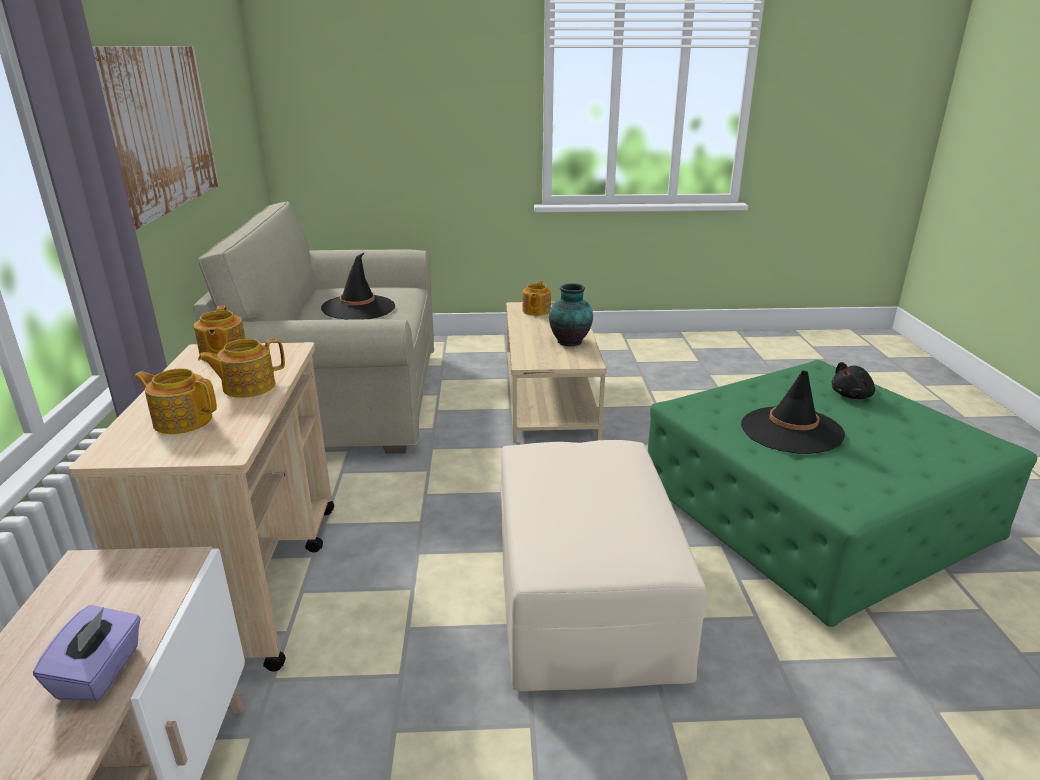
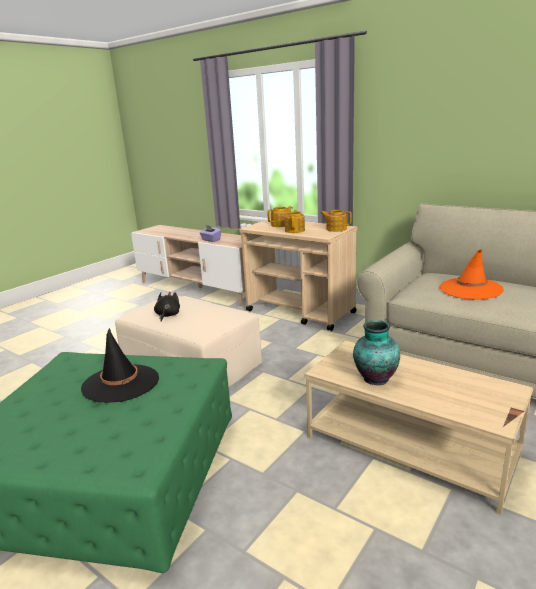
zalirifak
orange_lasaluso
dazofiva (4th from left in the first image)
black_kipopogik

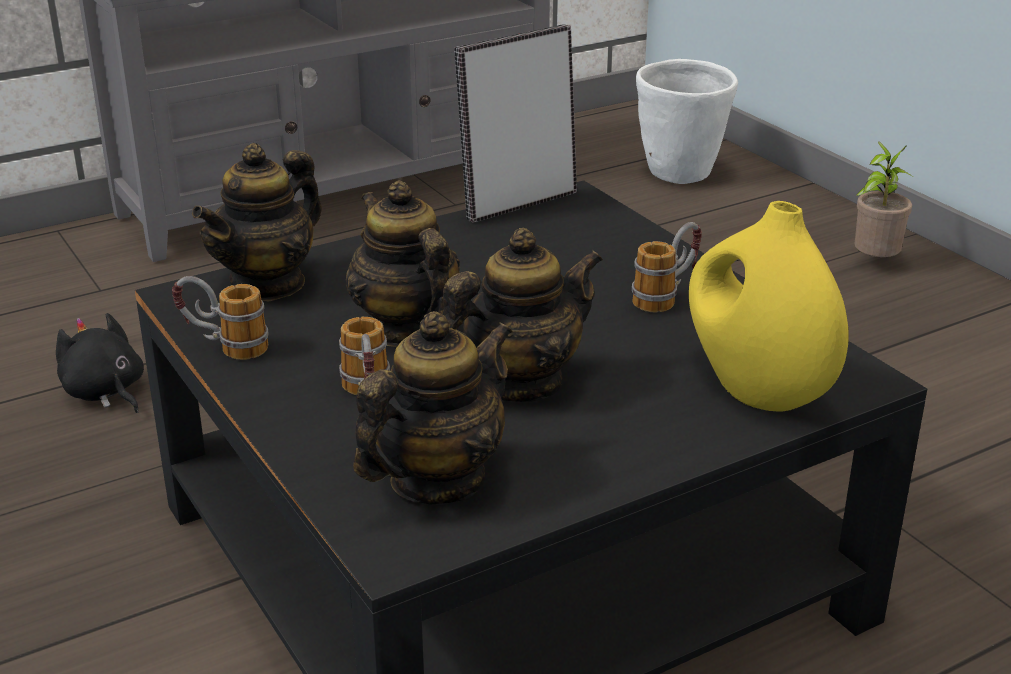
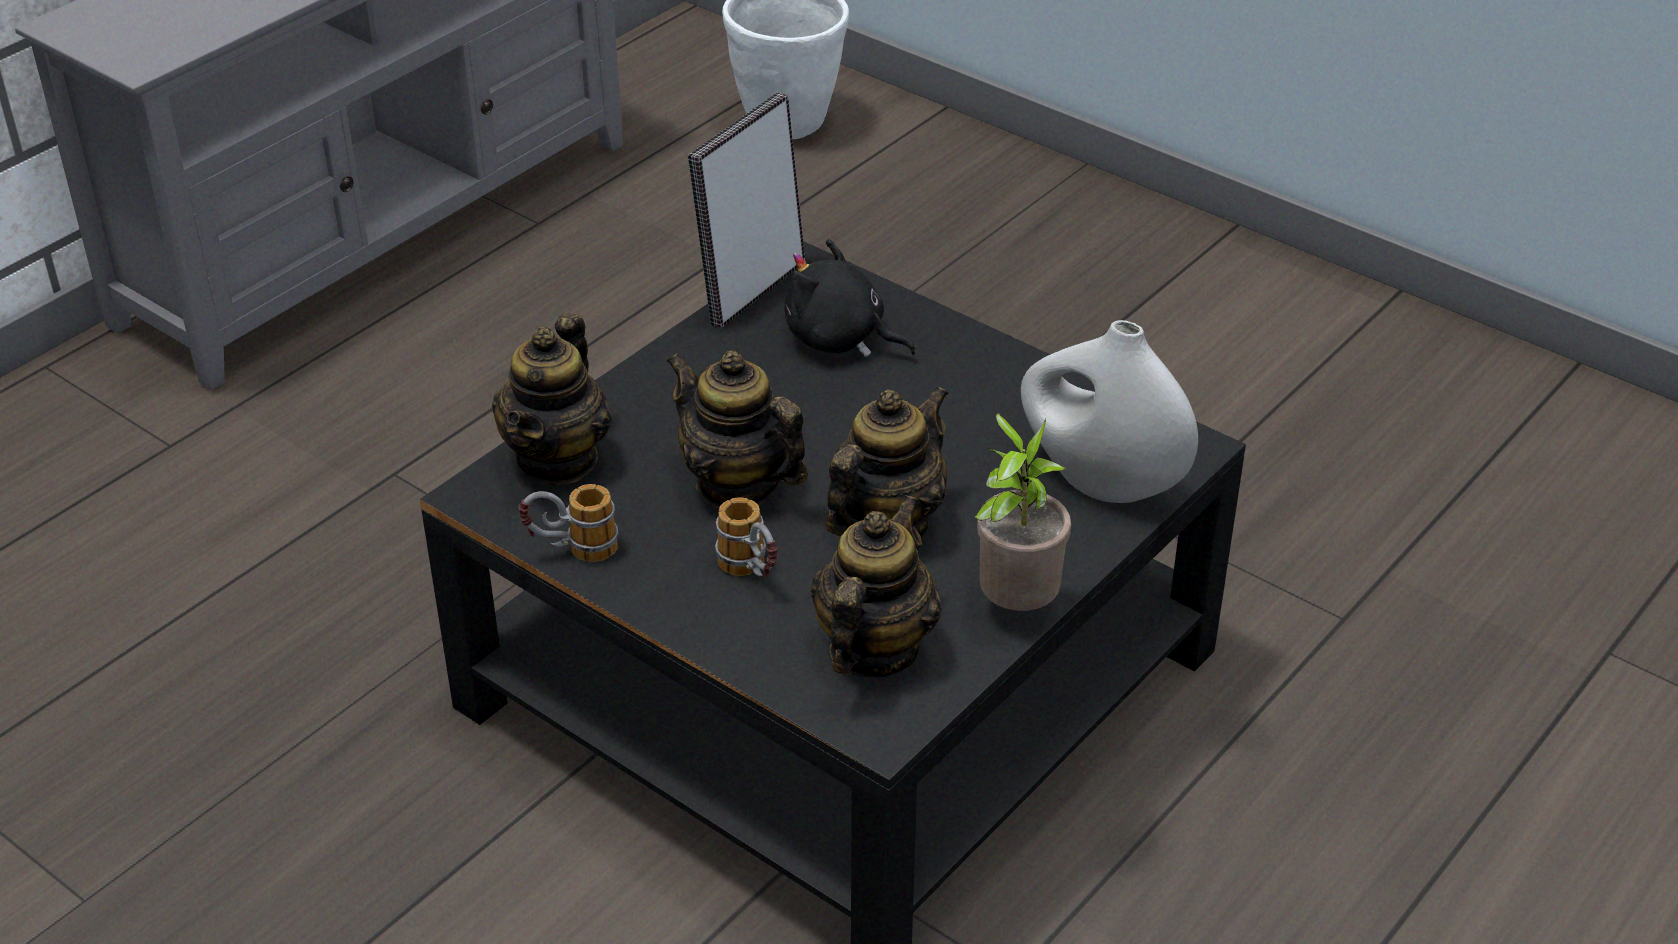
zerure
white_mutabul
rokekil (3rd from left in the first image)
black_kipopogik

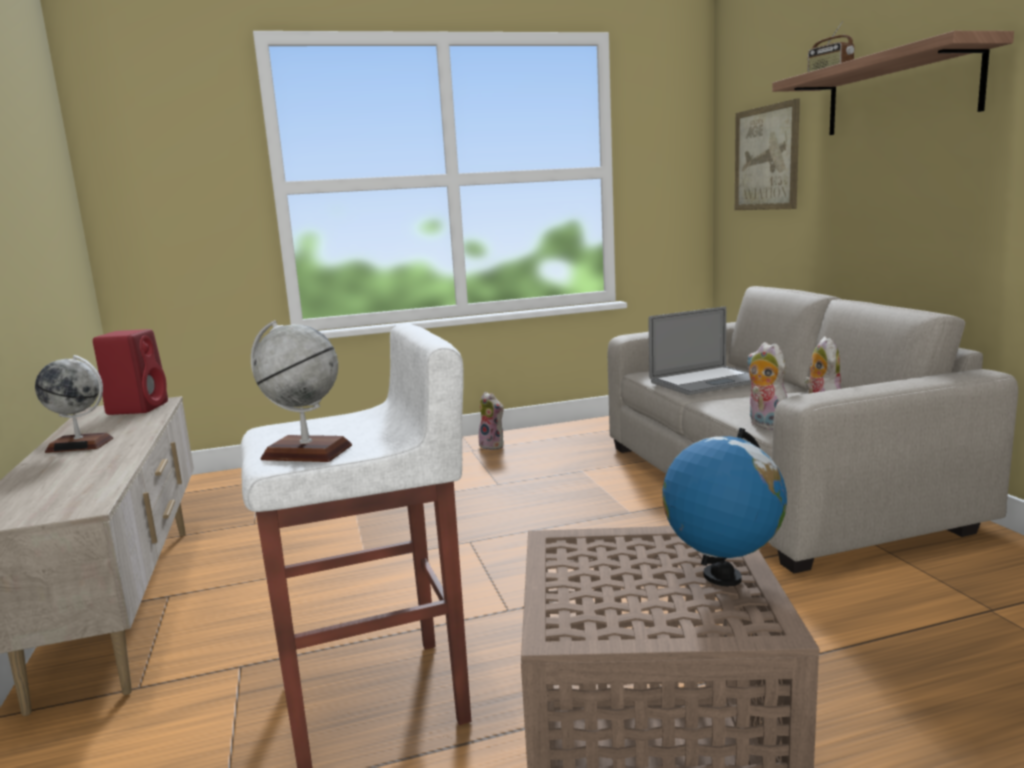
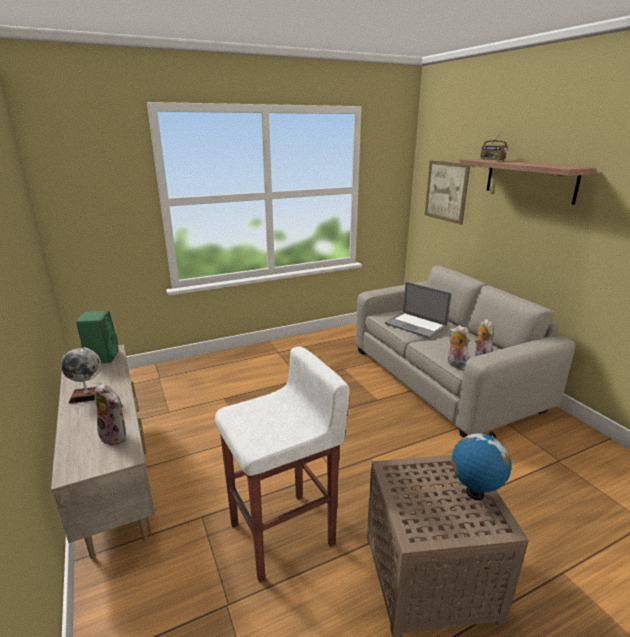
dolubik
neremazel (2nd from left in the first image)
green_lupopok
kipopogik (1st from left)

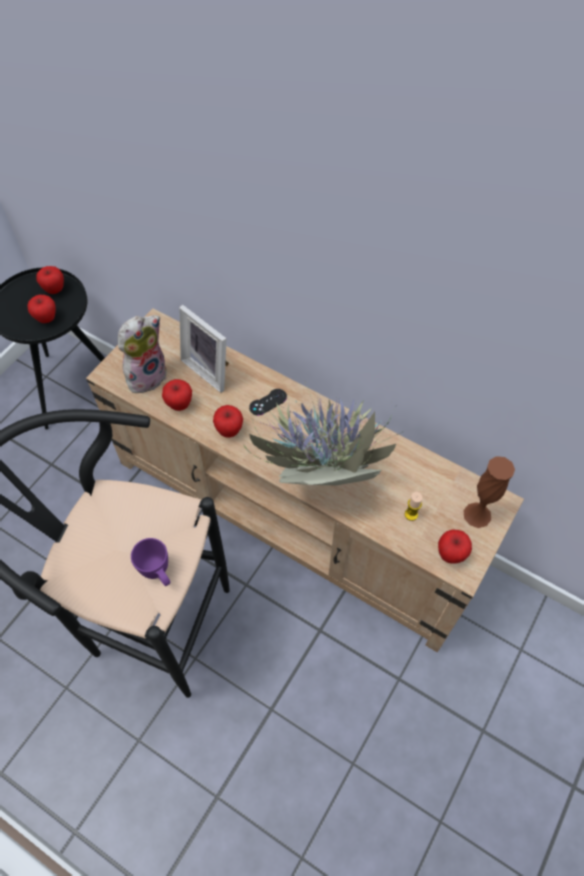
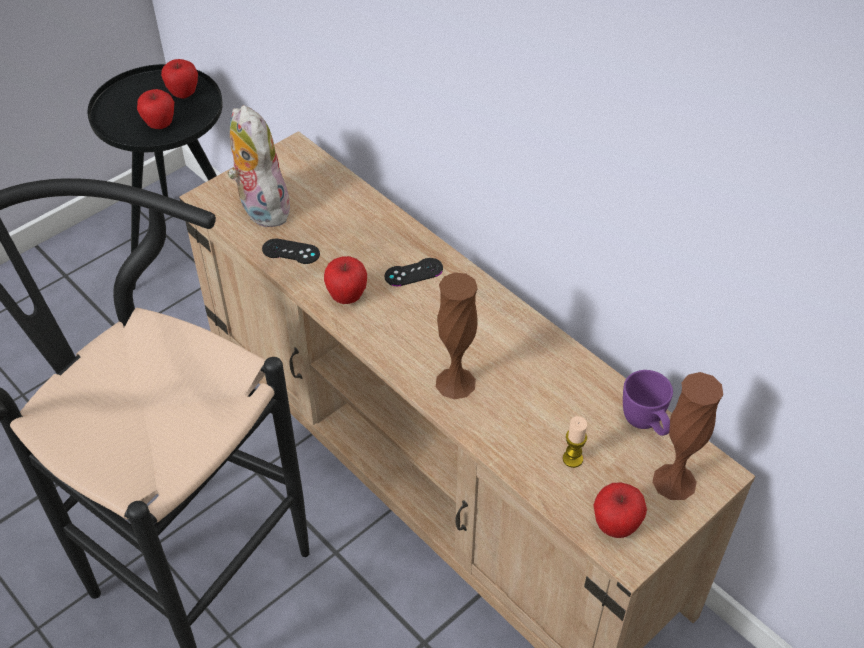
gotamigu
kipopogik
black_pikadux (1st from left)
brown_mutabul (1st from left)
purple_rokekil

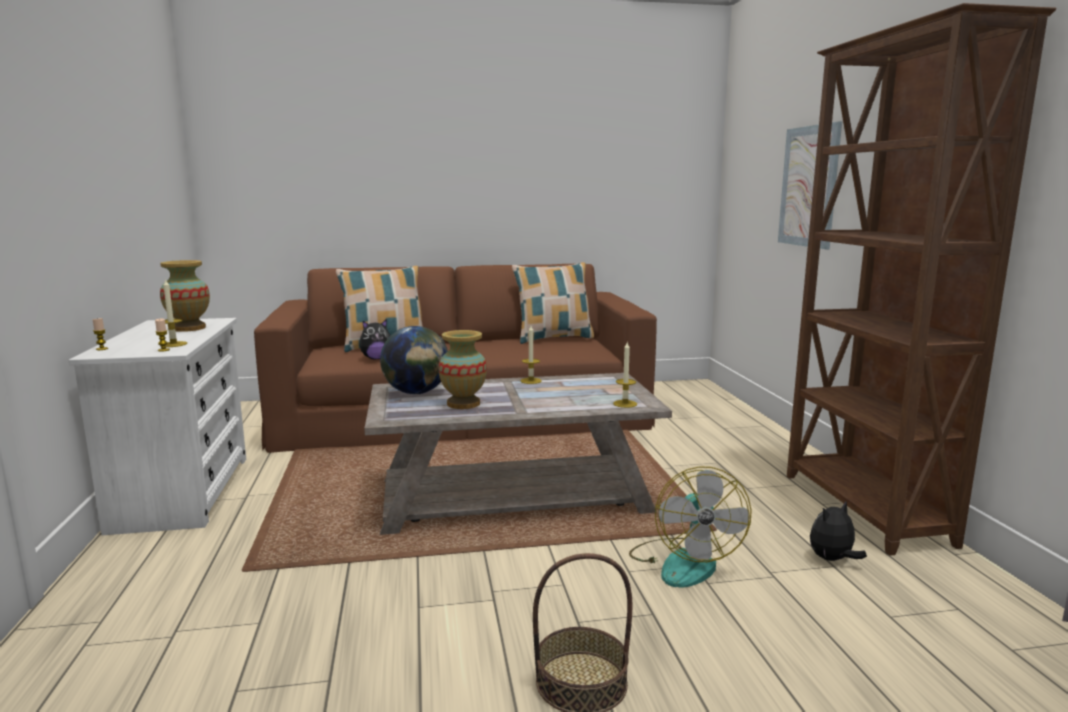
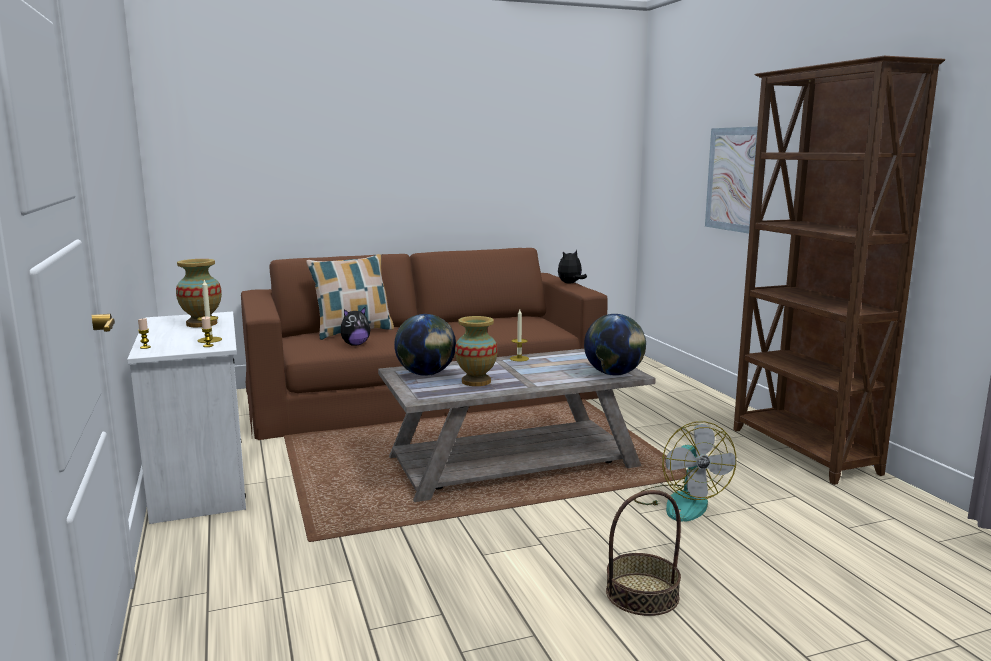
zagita (2nd from left in the first image)
neremazel (2nd from left)
kipopogik (2nd from left)

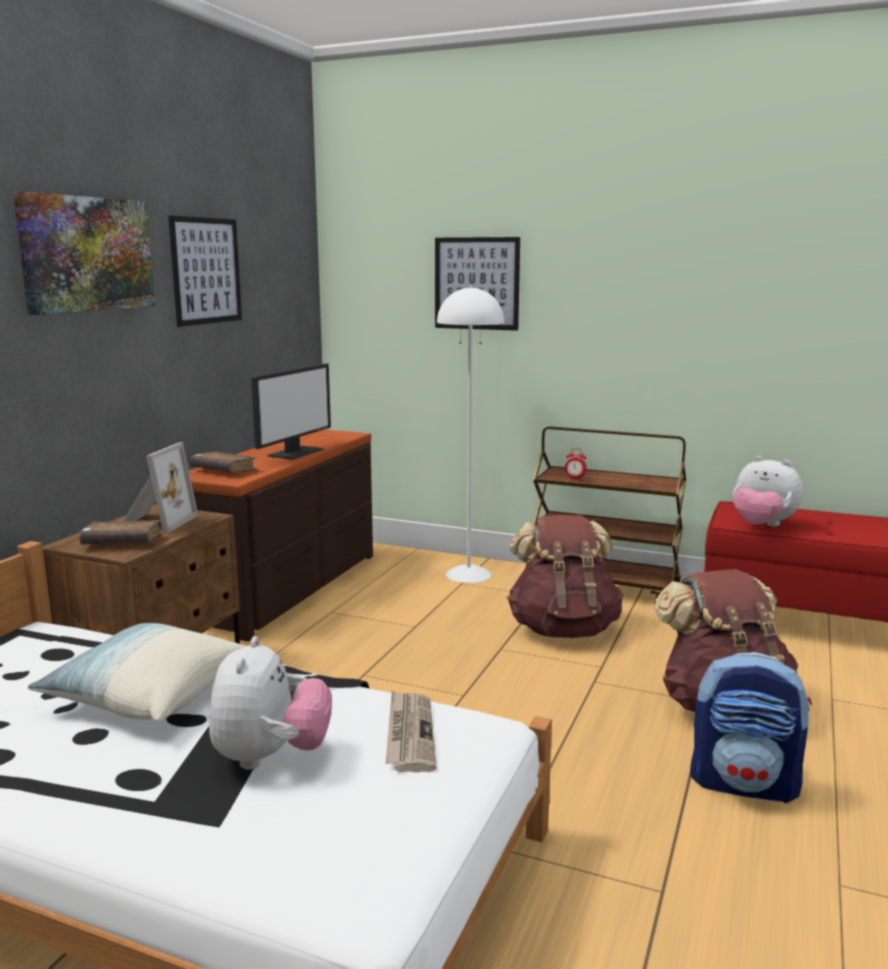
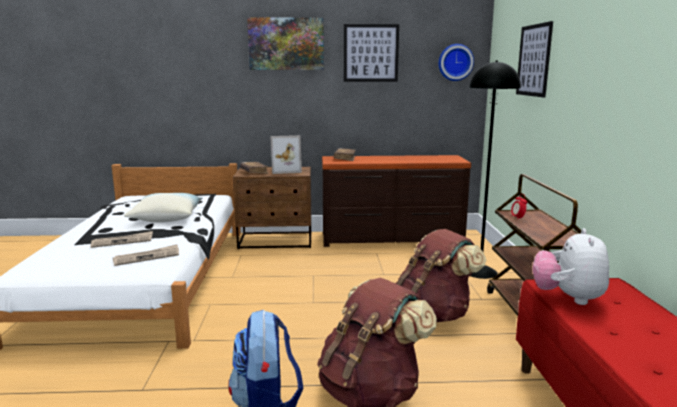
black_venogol
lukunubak
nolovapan (1st from left)
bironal

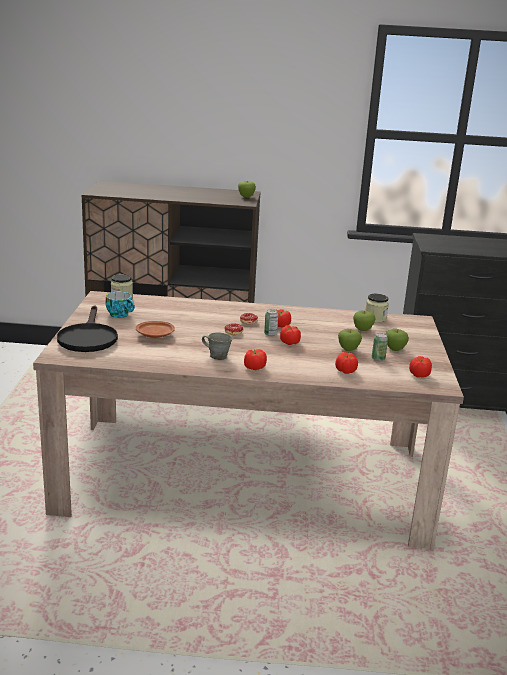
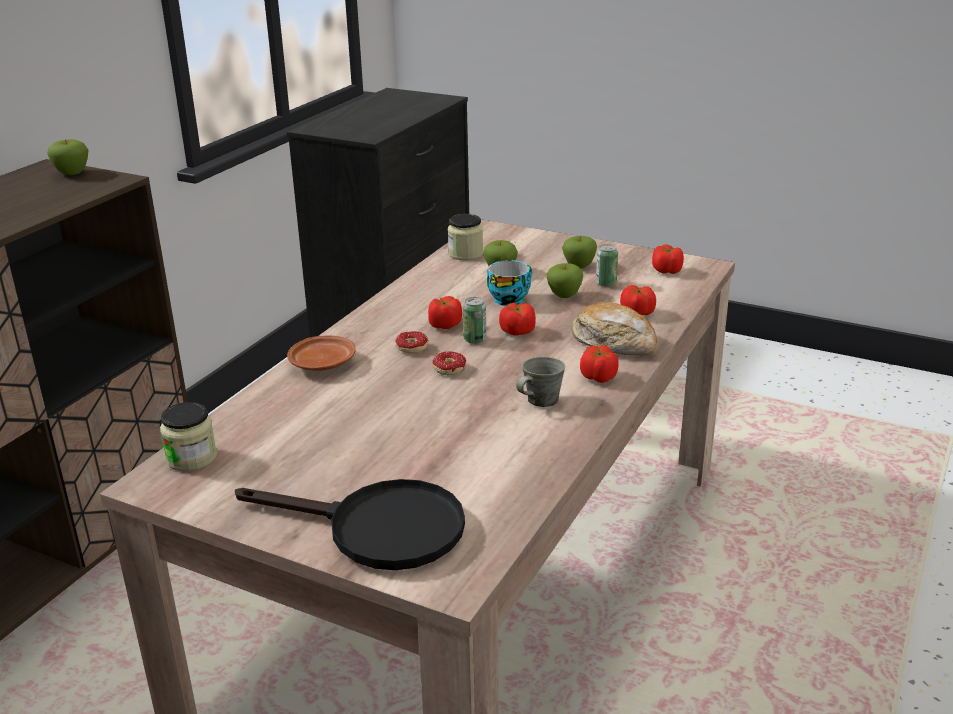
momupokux
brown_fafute
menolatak

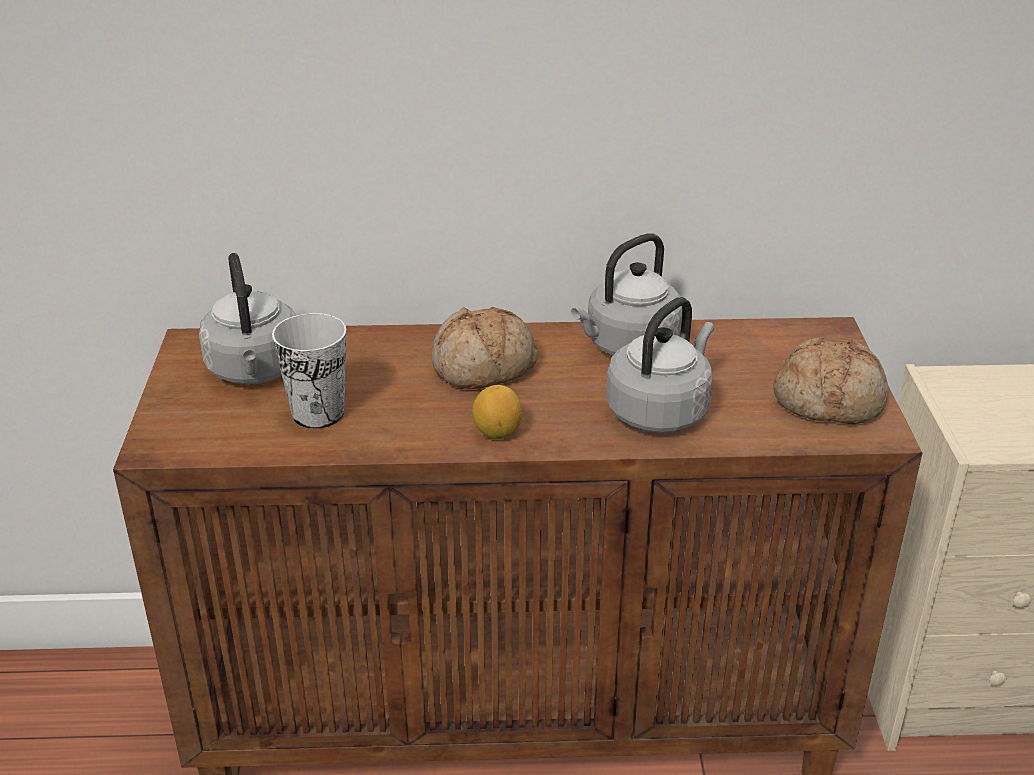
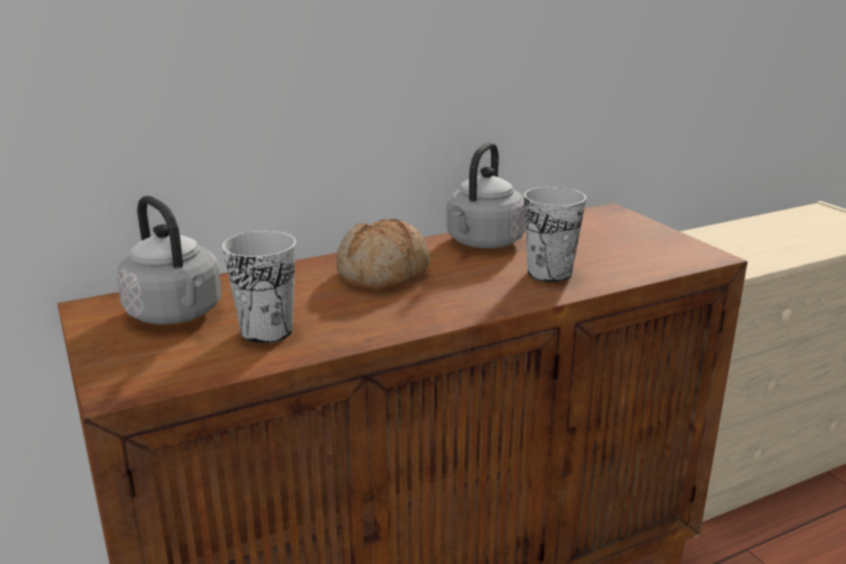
momupokux (2nd from left)
menolatak (2nd from left in the first image)
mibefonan

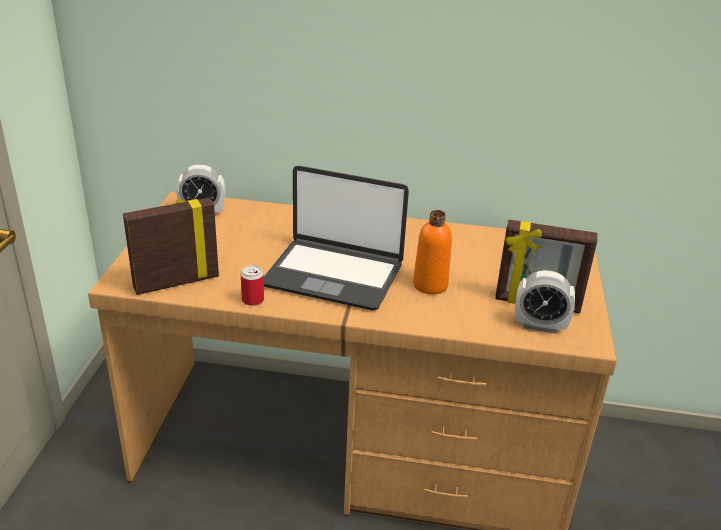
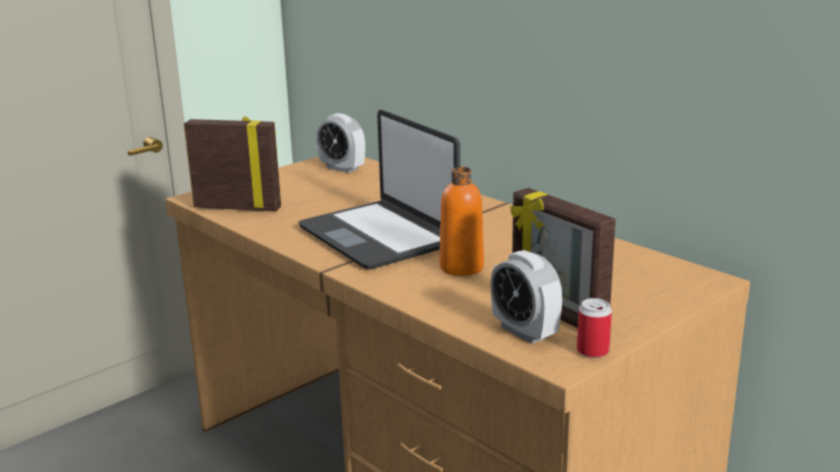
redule

